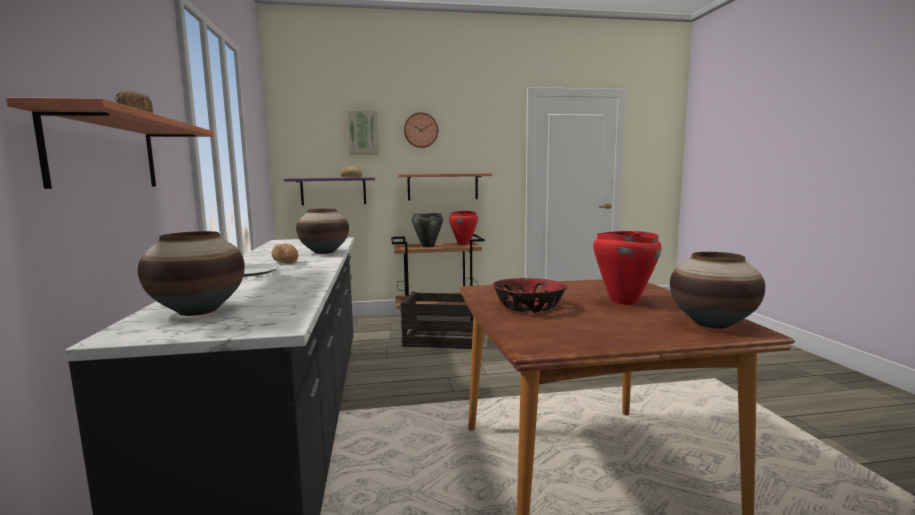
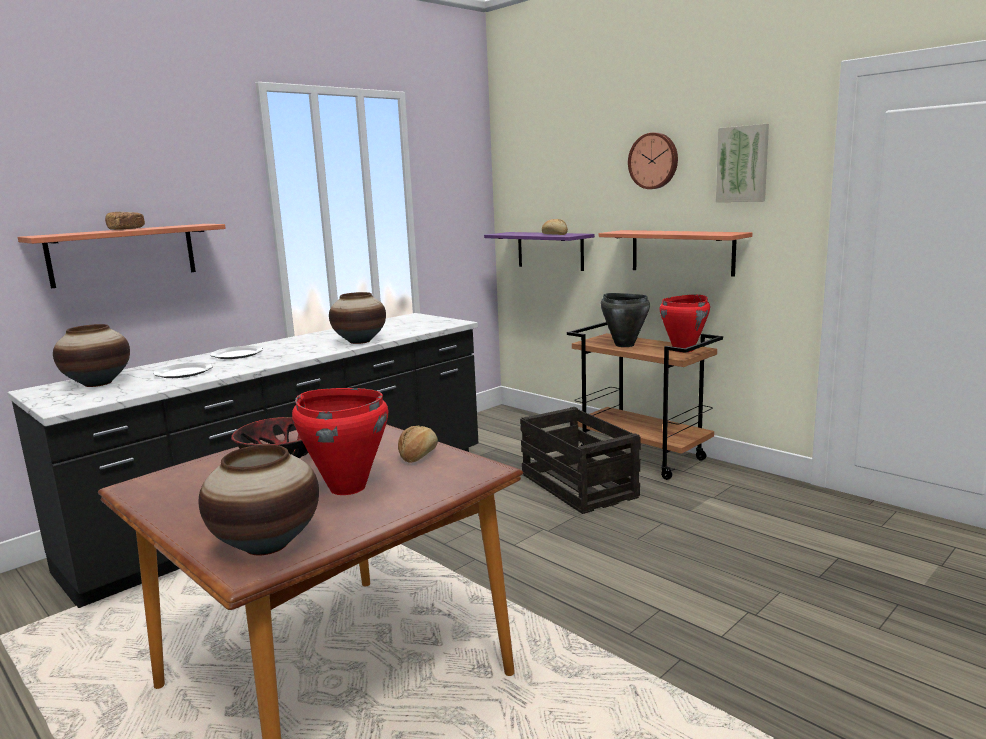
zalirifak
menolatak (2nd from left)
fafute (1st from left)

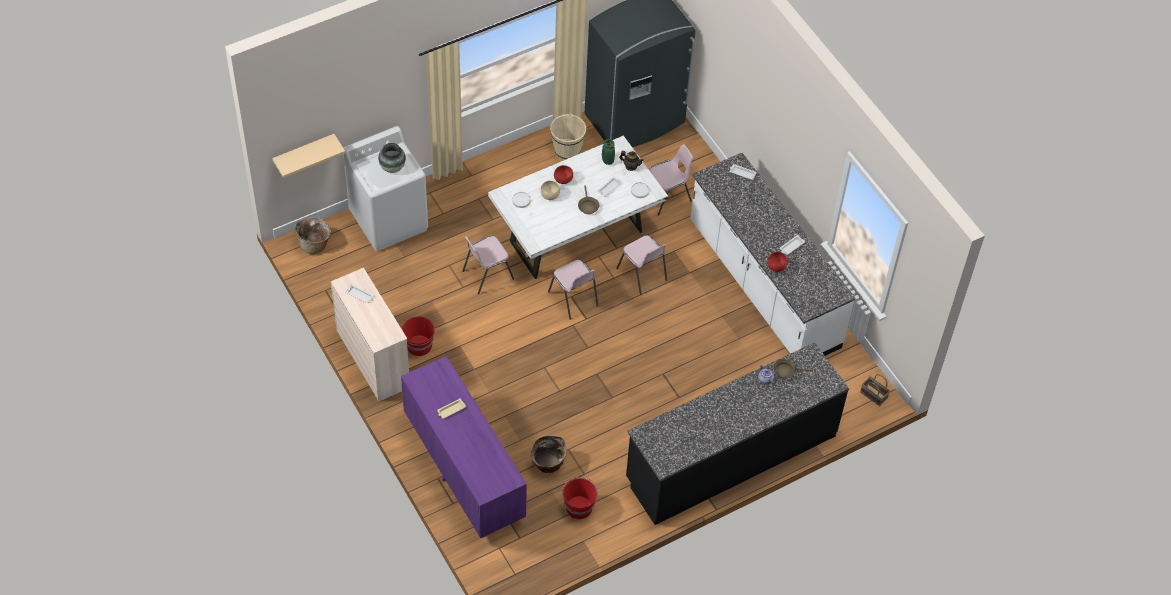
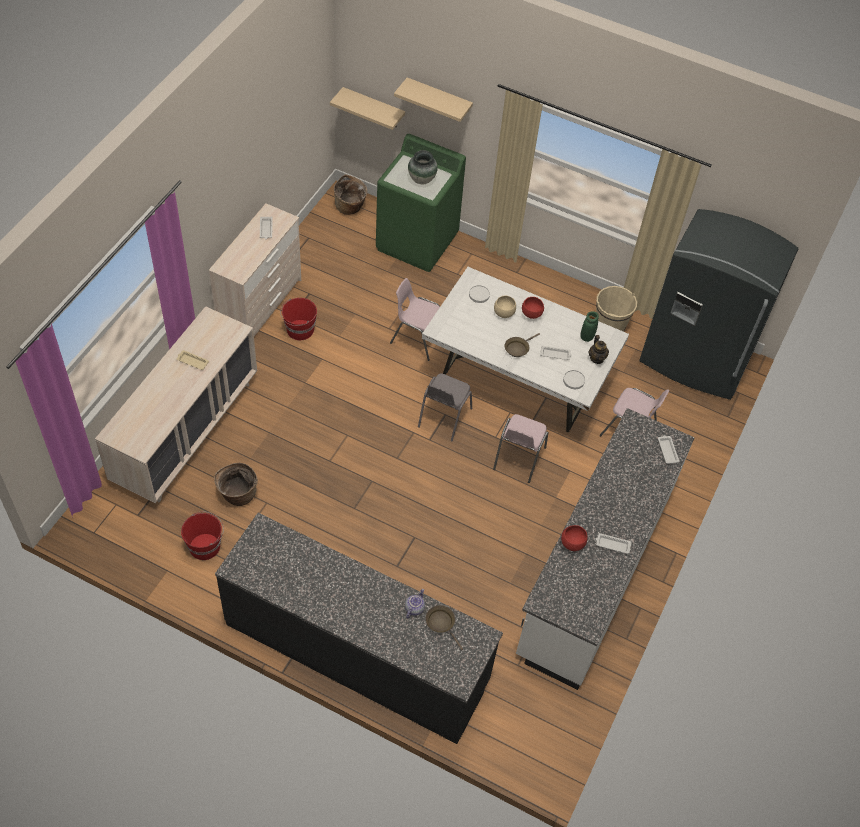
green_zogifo
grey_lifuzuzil
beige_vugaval (1st from left)
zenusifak (3rd from left in the first image)
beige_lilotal (2nd from left)

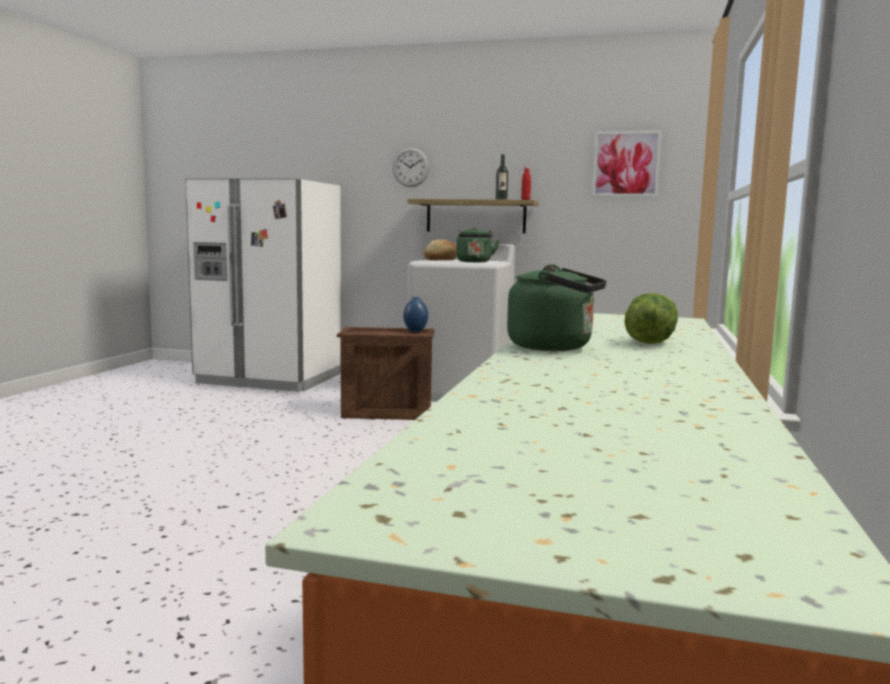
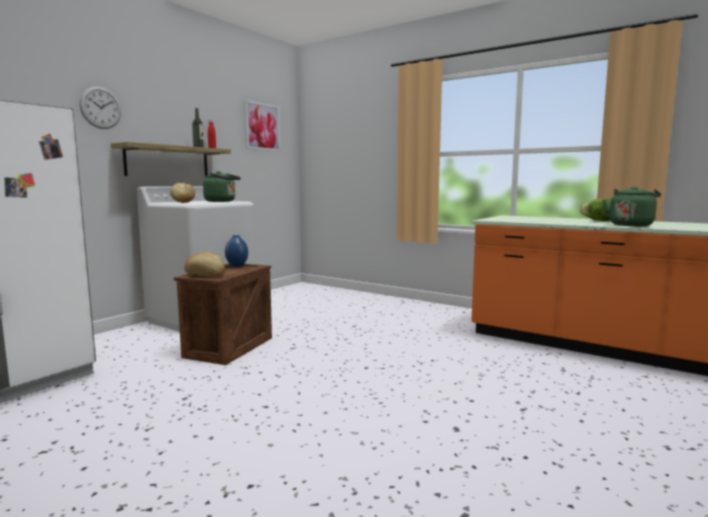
menolatak (2nd from left)

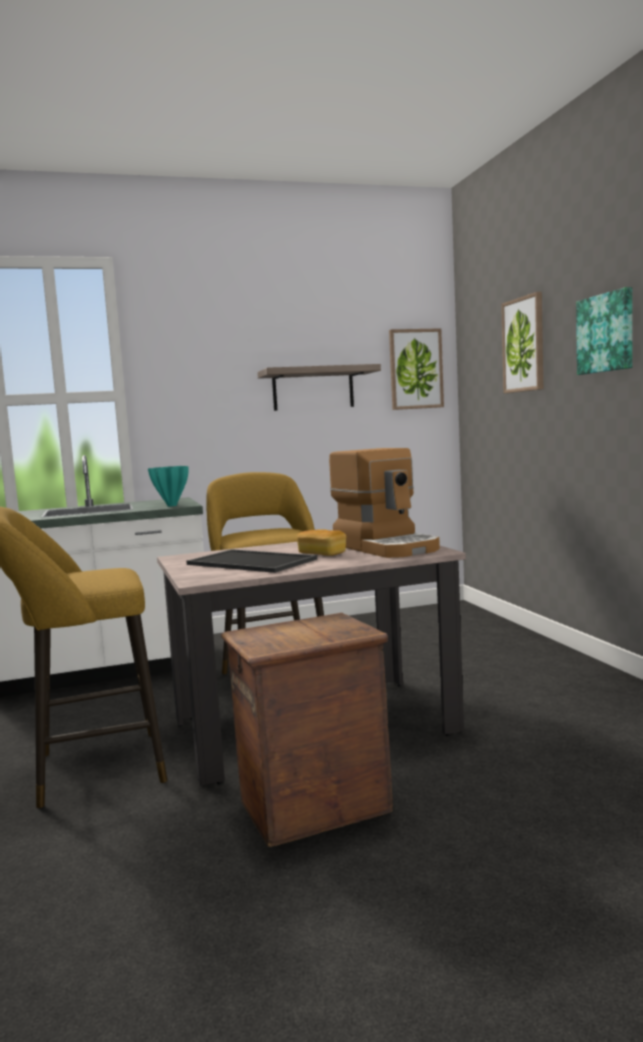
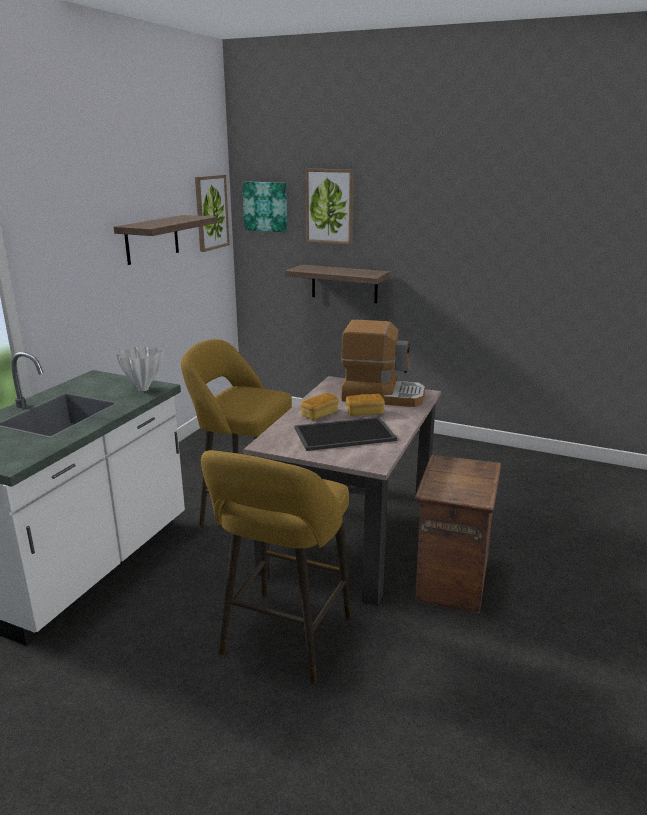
zalirifak (2nd from left)
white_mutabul
lilotal (2nd from left)
menolatak (1st from left)

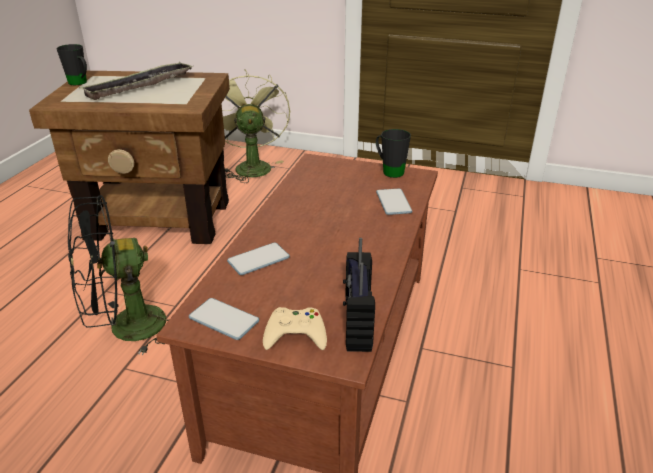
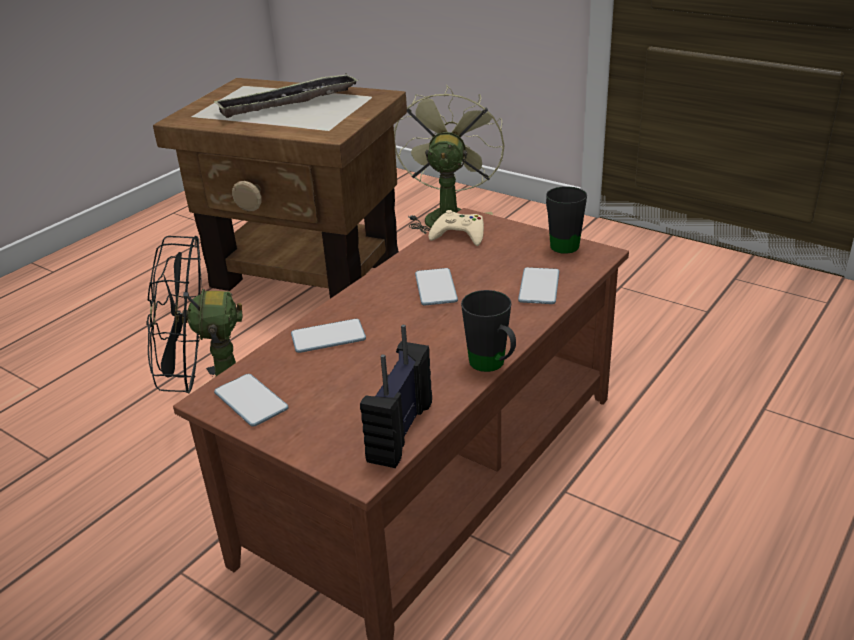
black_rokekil (1st from left)
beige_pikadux
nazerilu (3rd from left)

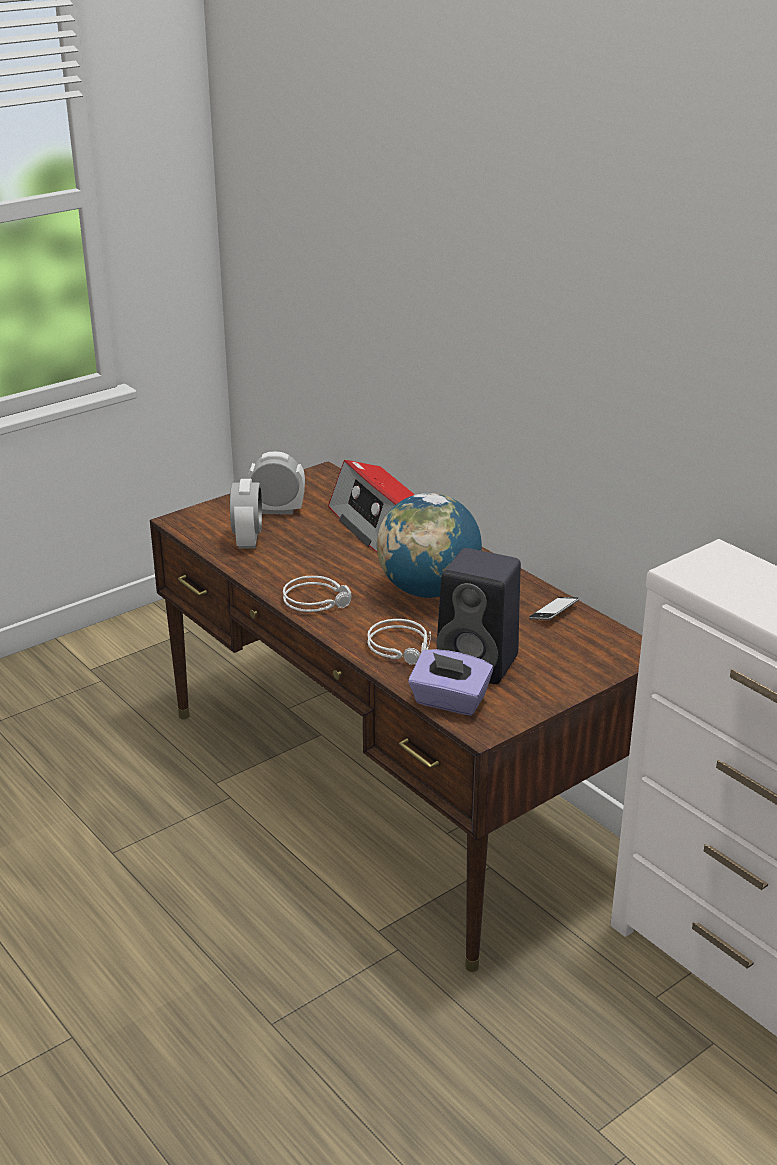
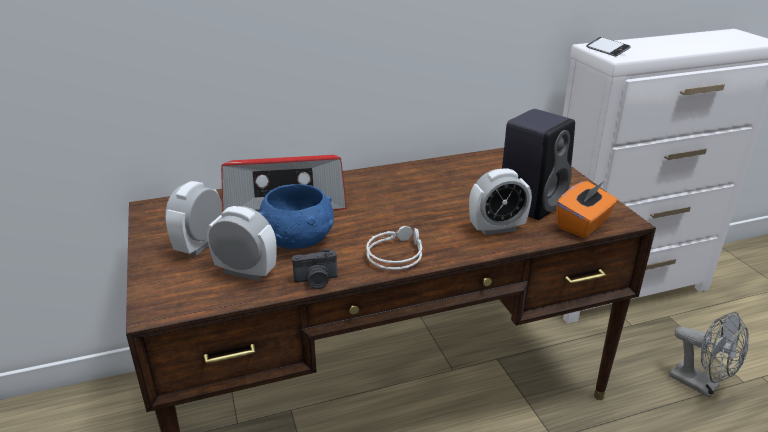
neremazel
nazerilu
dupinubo (3rd from left)
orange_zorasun
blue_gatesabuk
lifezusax
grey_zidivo

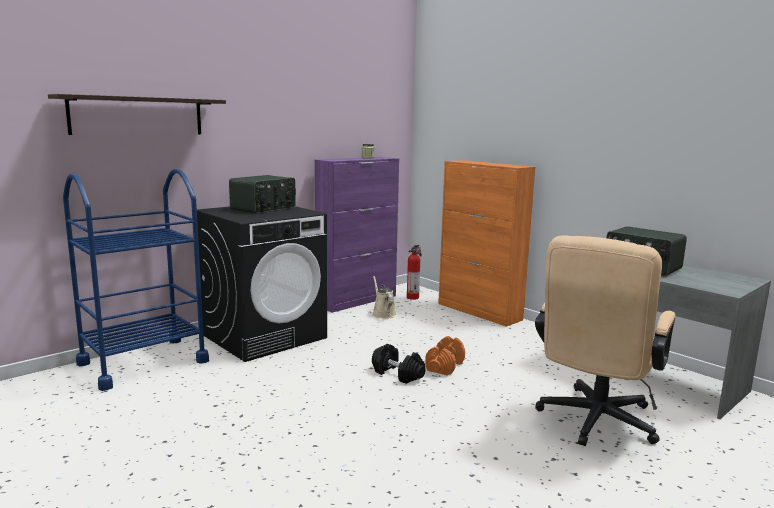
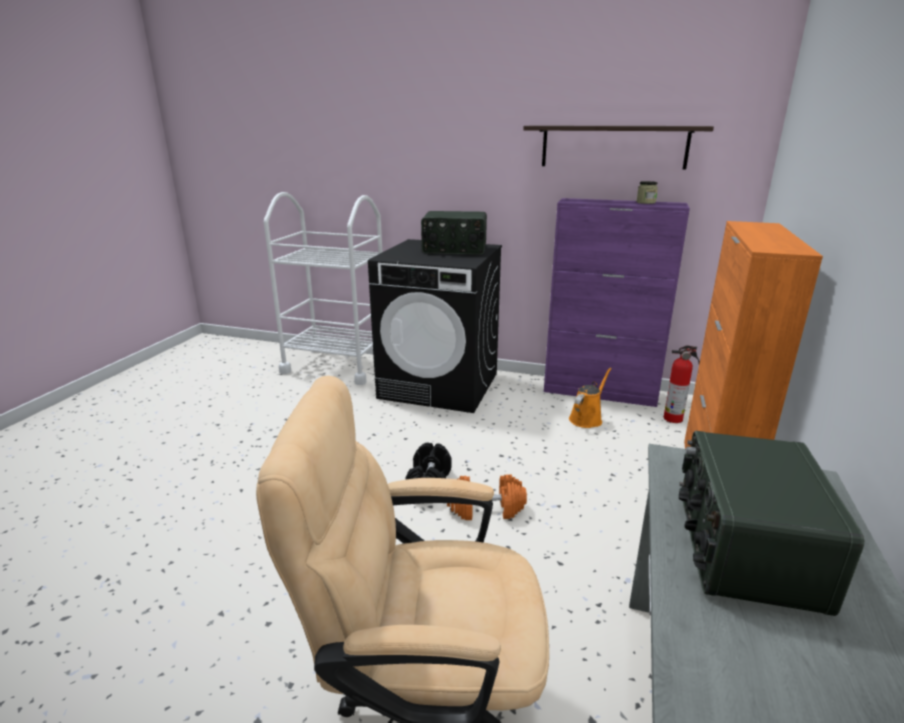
lilotal
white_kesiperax
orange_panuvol

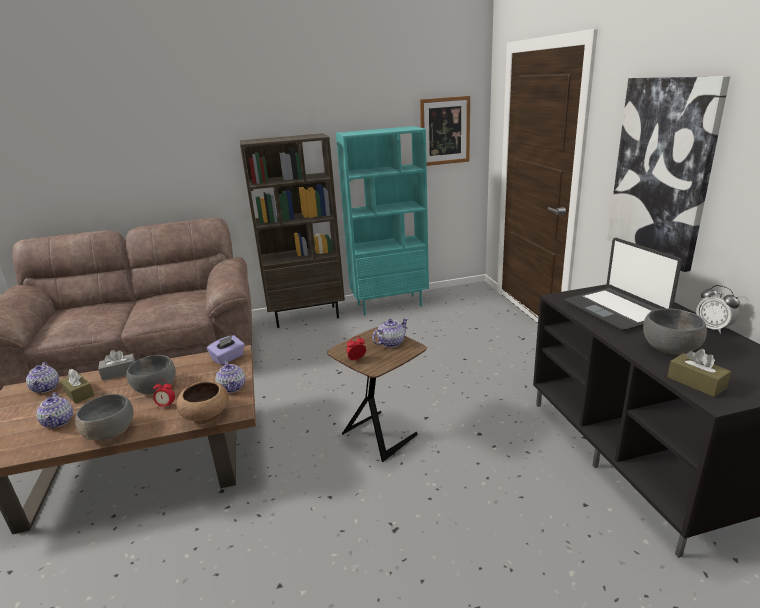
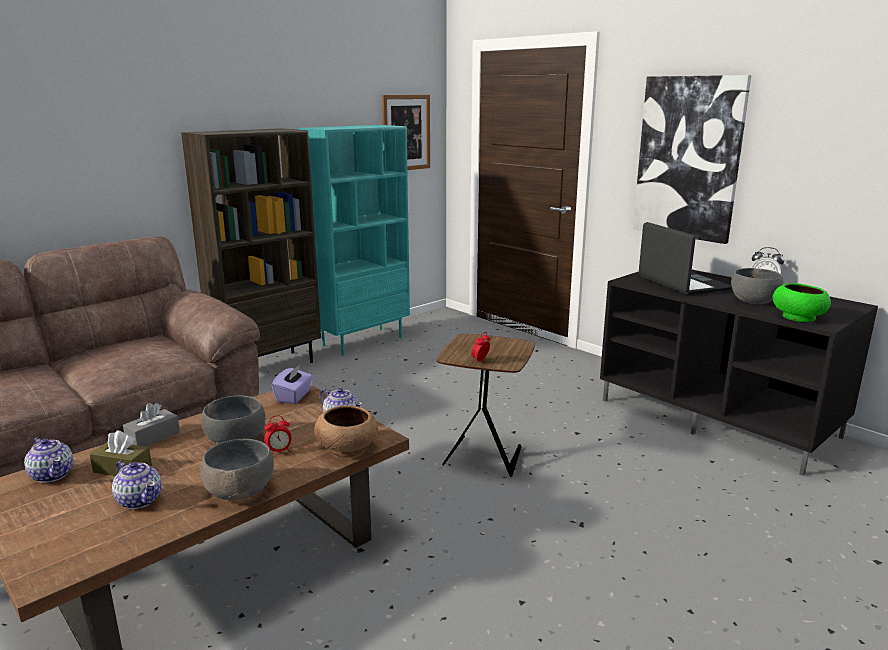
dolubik
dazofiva (4th from left in the first image)
green_gatesabuk

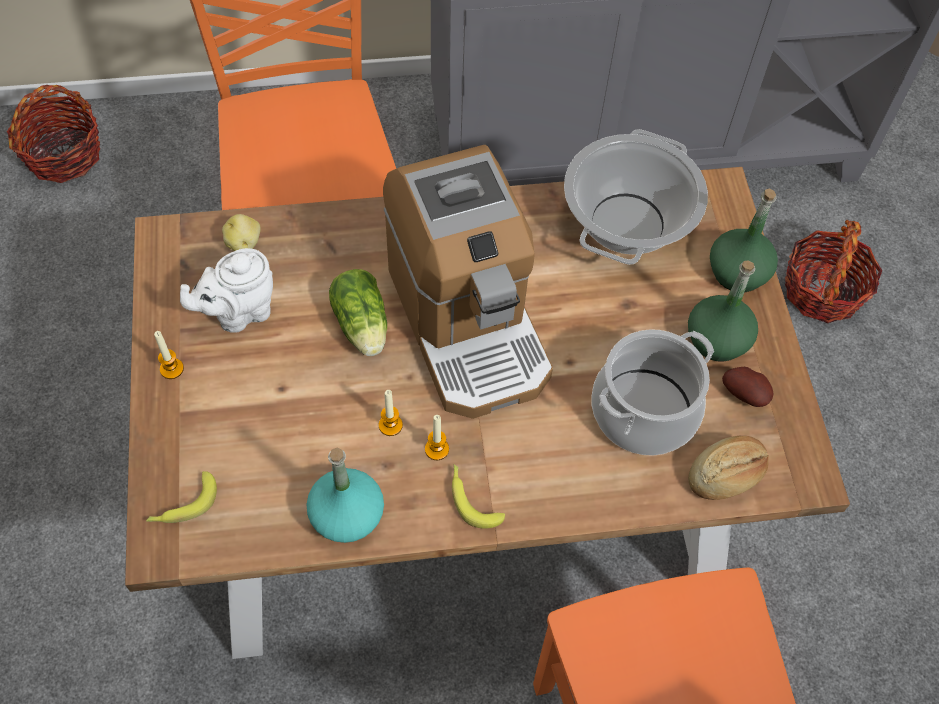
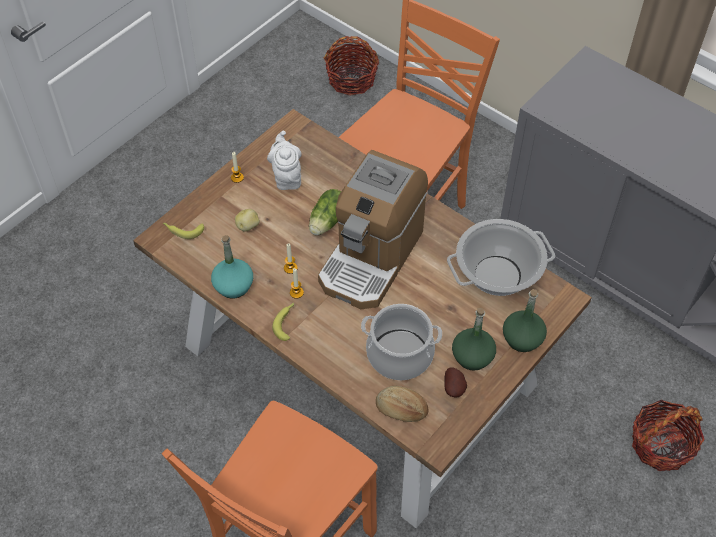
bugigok (1st from left)
white_dazofiva

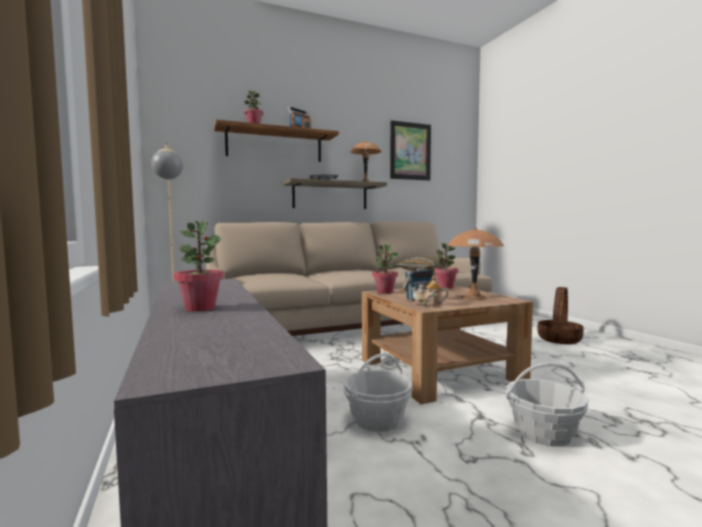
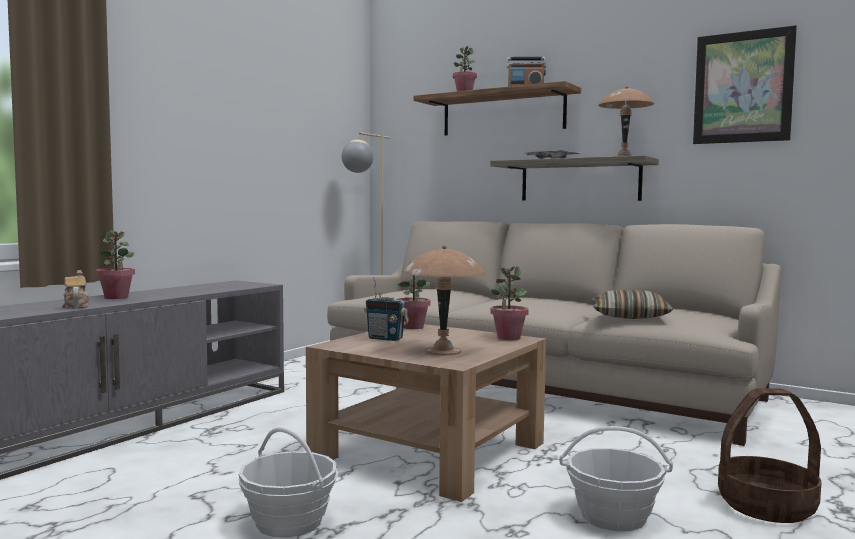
dazofiva
zenusifak (2nd from left)

